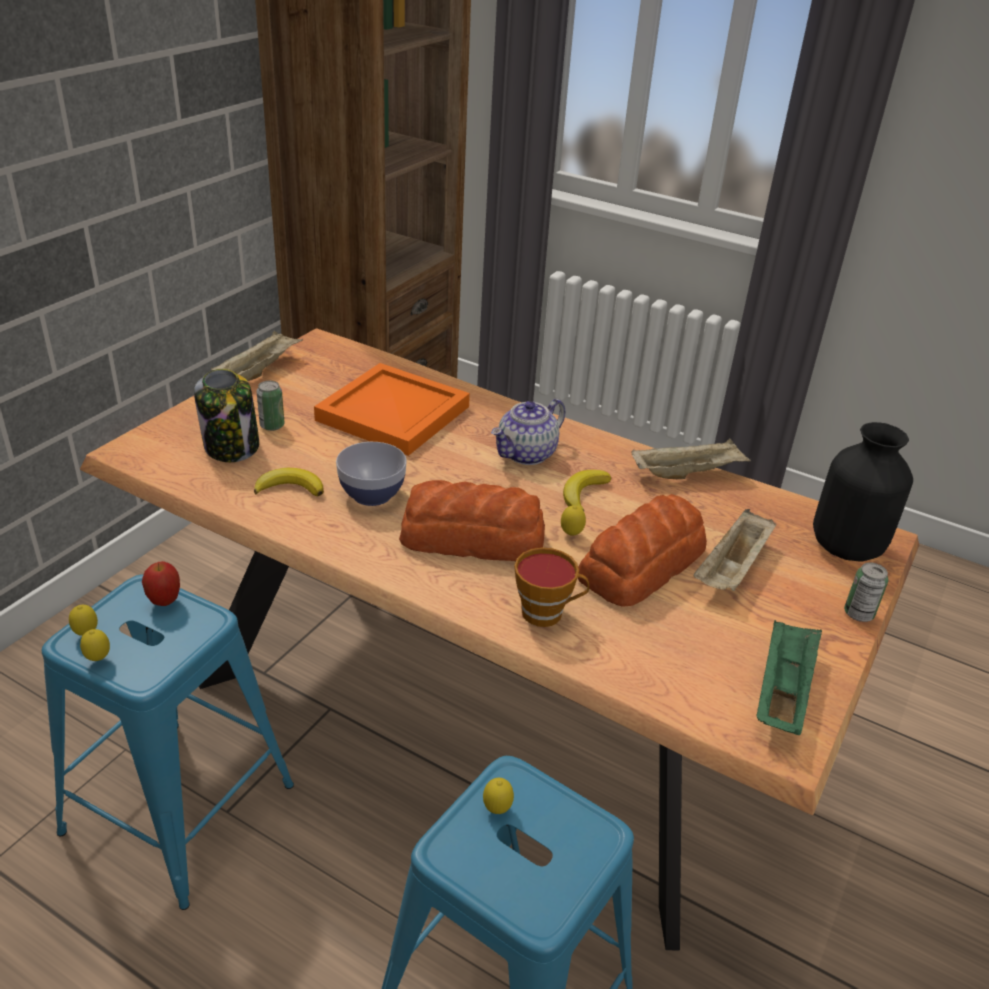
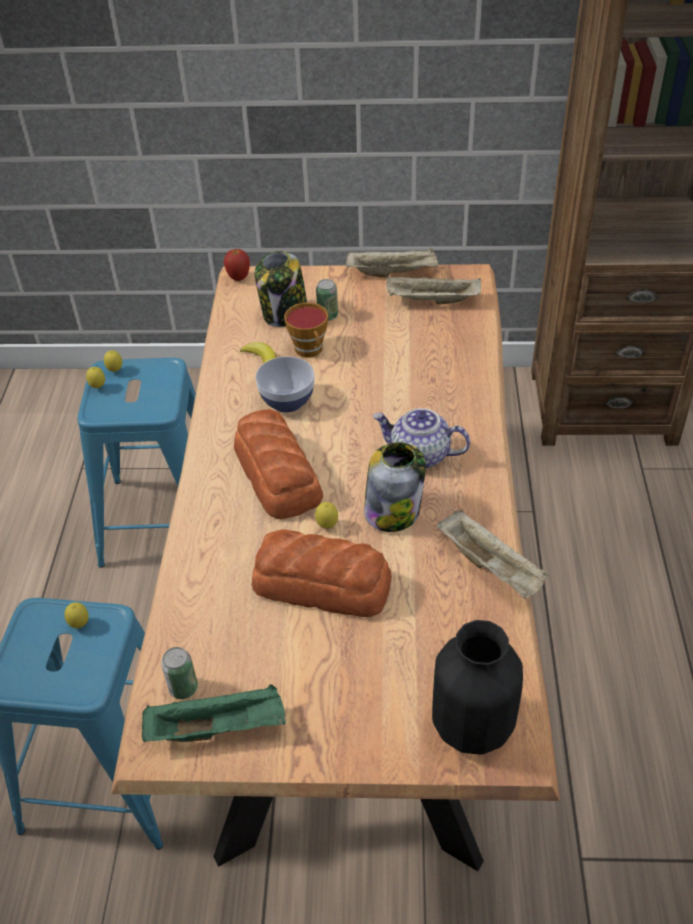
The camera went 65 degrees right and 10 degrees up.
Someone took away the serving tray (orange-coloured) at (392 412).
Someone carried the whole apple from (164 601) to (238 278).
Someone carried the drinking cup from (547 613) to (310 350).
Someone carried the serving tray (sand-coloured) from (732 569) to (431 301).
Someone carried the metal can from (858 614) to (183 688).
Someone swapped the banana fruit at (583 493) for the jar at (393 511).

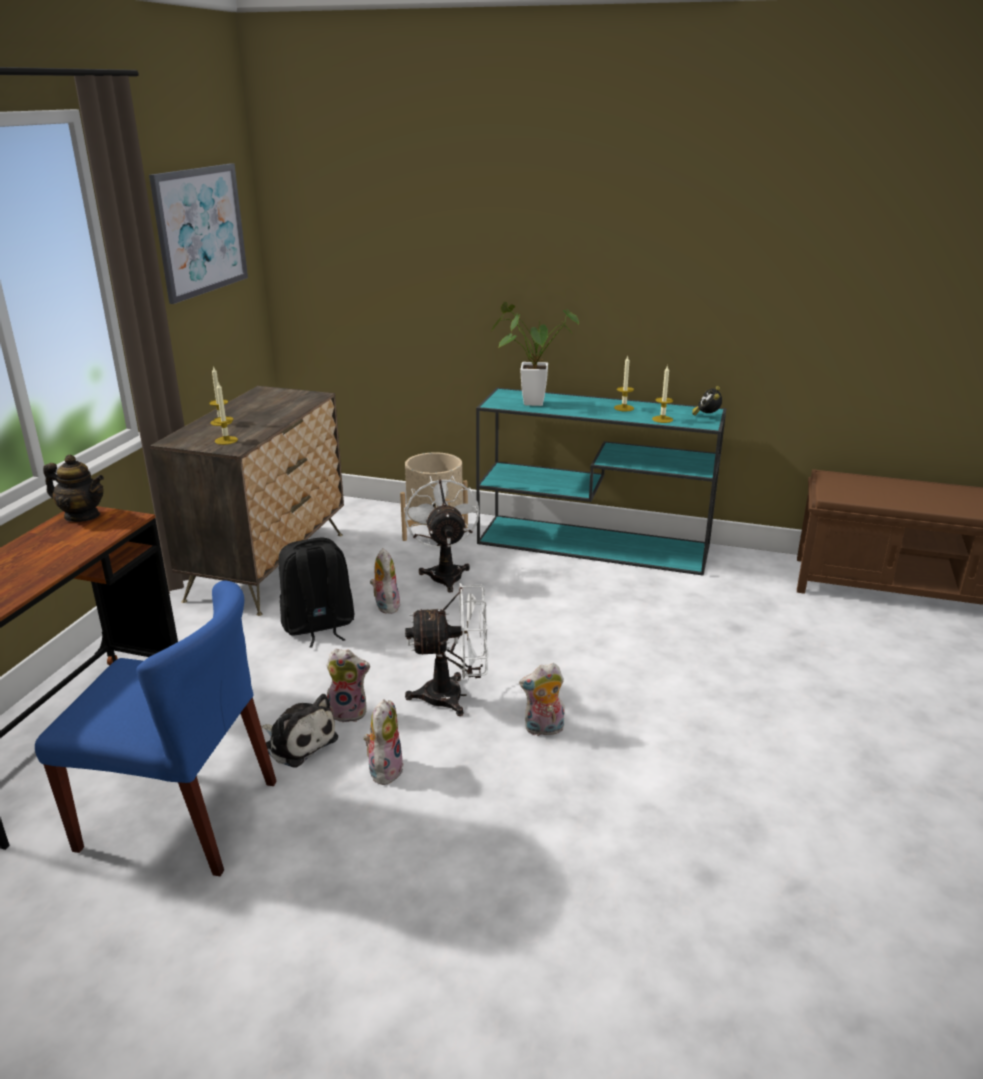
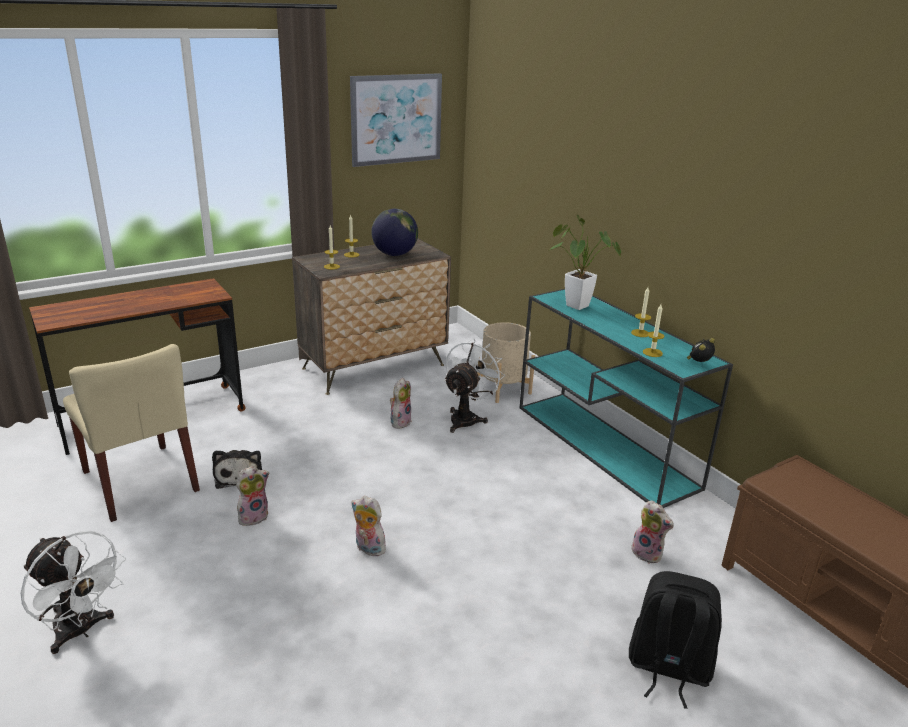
The camera went 40 degrees right and 0 degrees up.
Someone took away the tea pot at (82 516).
Someone put down the world globe at (394 254).
Someone carried the backpack (black-coloured) from (318 627) to (667 669).
Someone carried the cuddly toy from (349 712) to (648 553).
Someone carried the fan (white-coloured) from (454 696) to (81 631).
Someone repainted the plain chair (bluish) at (180 815), which became the plain chair (sand-coloured) at (140 481).

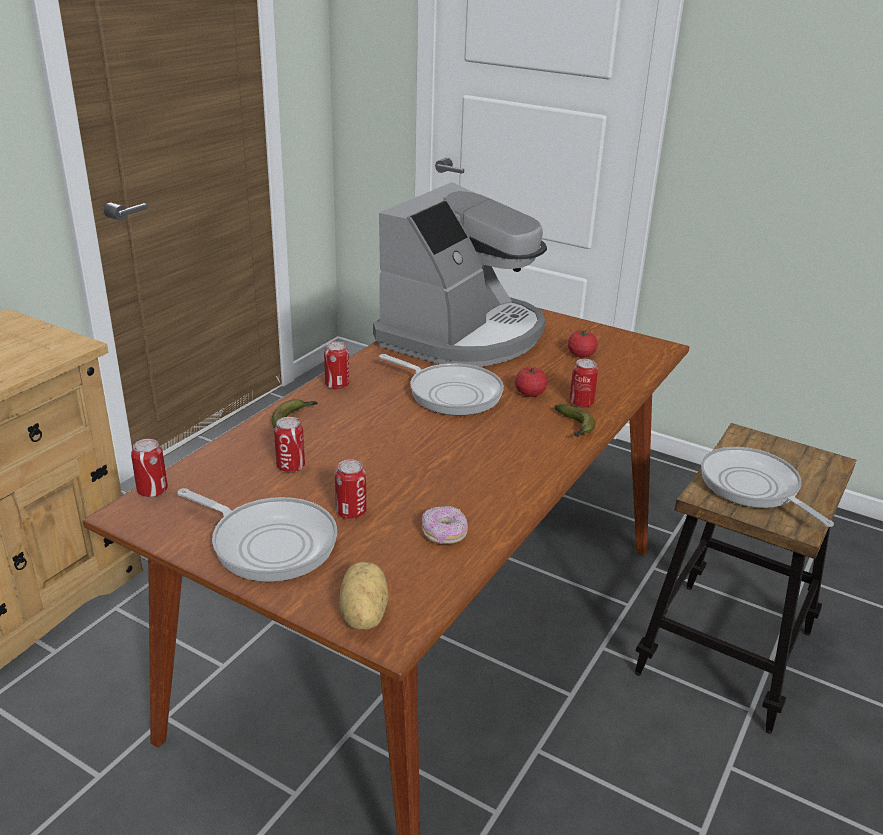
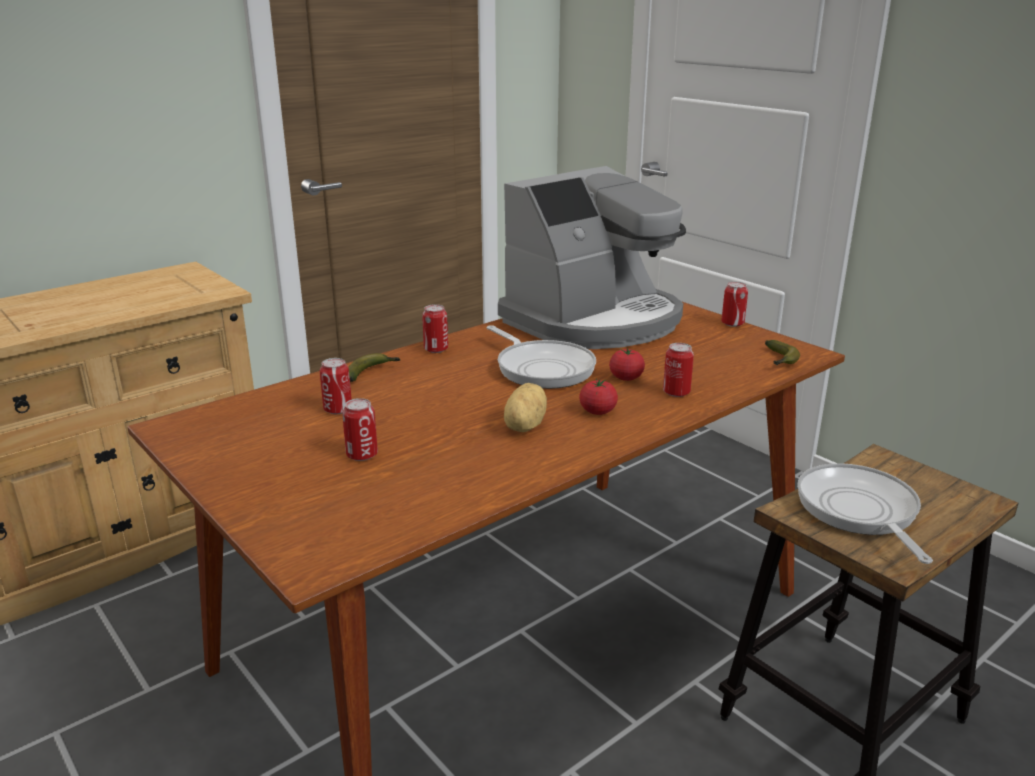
The camera went 20 degrees right and 5 degrees down.
Someone took away the pan at (269 543).
Someone took away the doughnut at (444 534).
Someone carried the metal can from (152 491) to (732 323).
Someone carried the spud from (361 615) to (523 426).
Someone carried the banana fruit from (575 427) to (780 360).
Someone carried the whole tomato from (581 355) to (597 411).

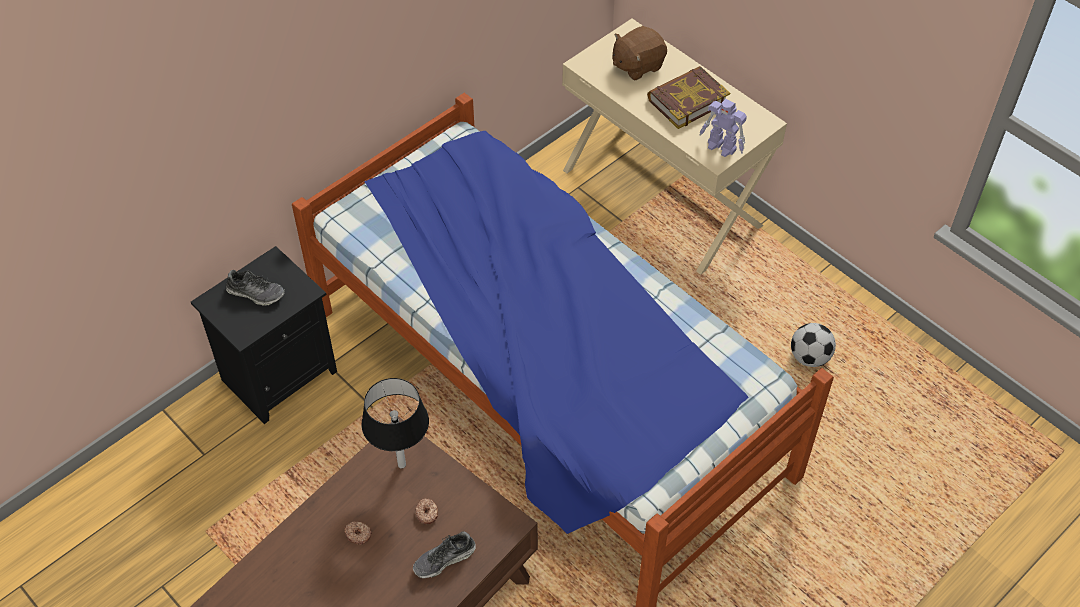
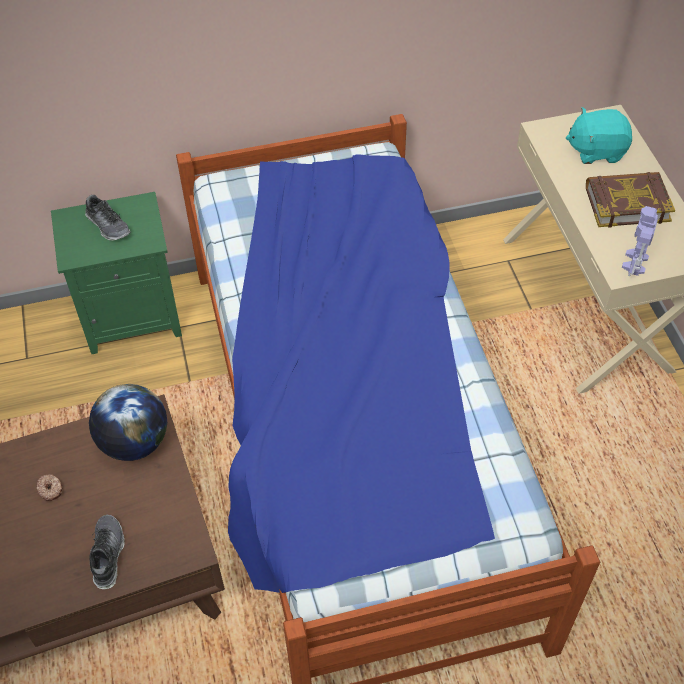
The camera went 30 degrees right and 0 degrees up.
Someone took away the doughnut at (427 513).
Someone took away the ball for football at (810 357).
Someone swapped the lamp for a table (black-coloured) at (402 465) for the world globe at (134 442).
Someone repainted the bedside table (black-coloured) at (279 373), which became the bedside table (green-coloured) at (133 316).
Someone repainted the cuddly toy (brownish) at (637 65), which became the cuddly toy (blue-green) at (596 150).
Someone rotated the shoe at (444 559) by 90 degrees clockwise.
Someone rotated the toy robot at (722 147) by 45 degrees clockwise.

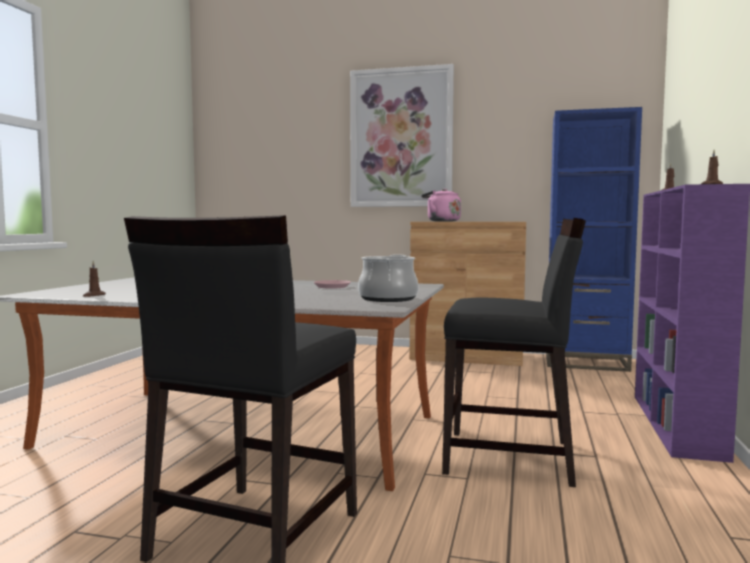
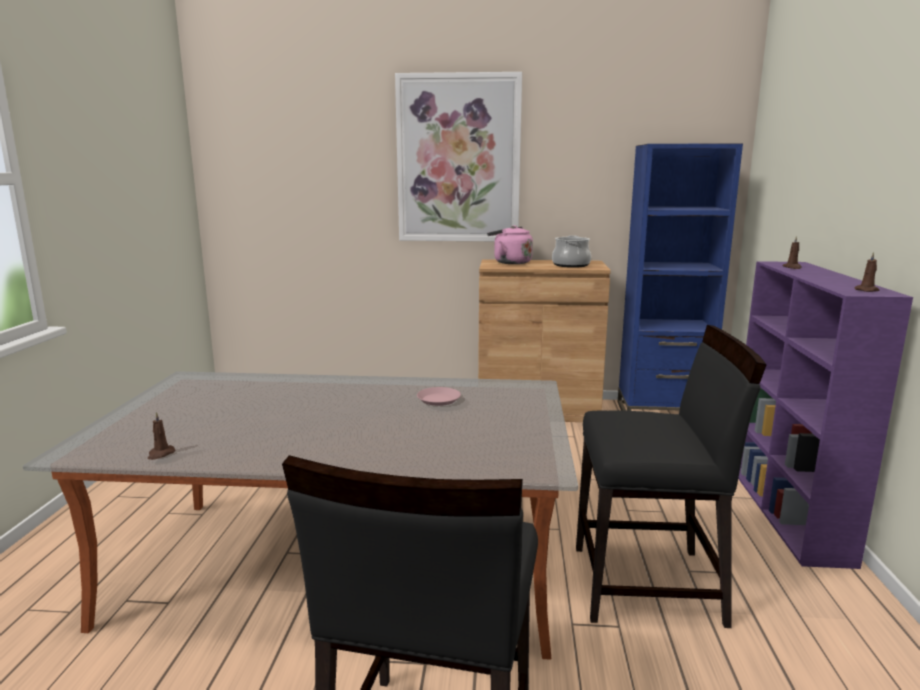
The camera went 10 degrees left and 10 degrees up.
Someone carried the stockpot from (387 299) to (570 265).

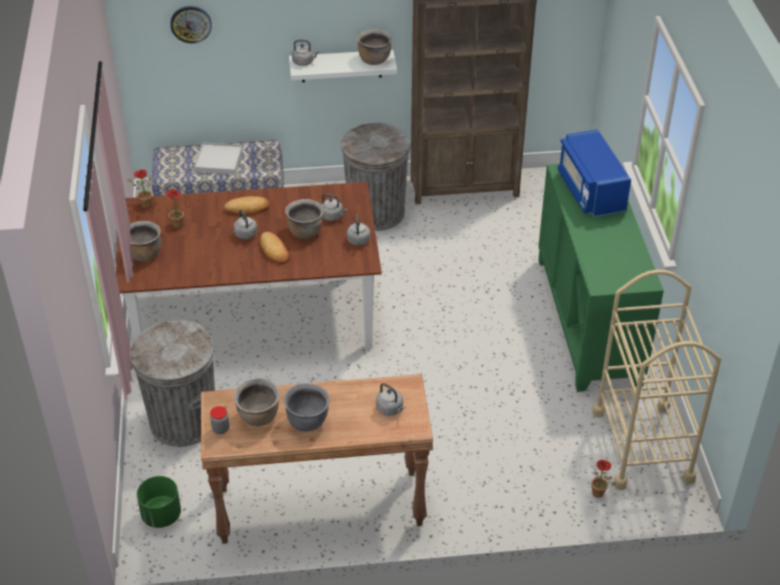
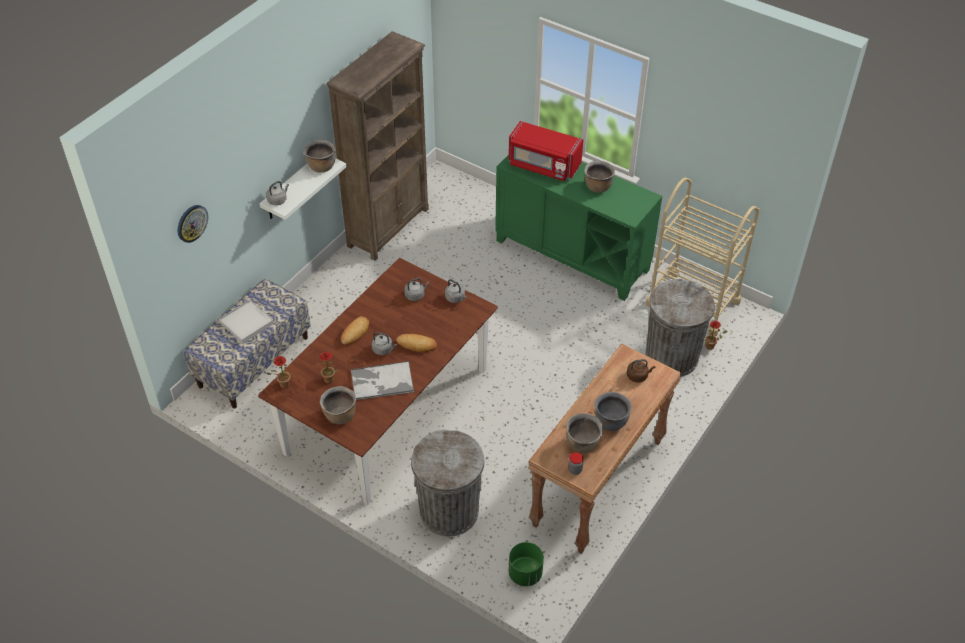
The camera went 50 degrees left and 5 degrees up.
Someone put down the serving tray at (381 381).
Someone carried the stockpot (brownish) from (305 232) to (597 187).
Someone carried the trash can (gray) from (376 212) to (671 356).
Someone repainted the water kettle (gray) at (390 409), which became the water kettle (brownish) at (638 376).
Someone repainted the microwave oven (bluish) at (590 191), which became the microwave oven (red-coloured) at (543 165).

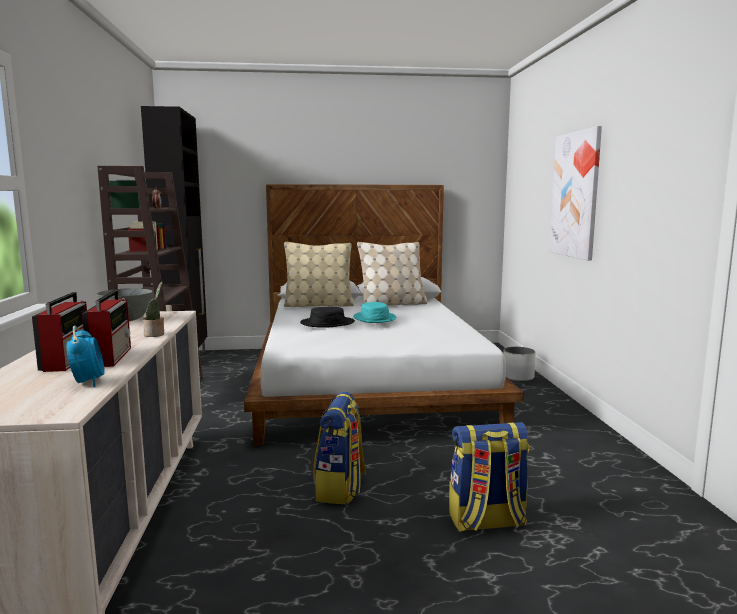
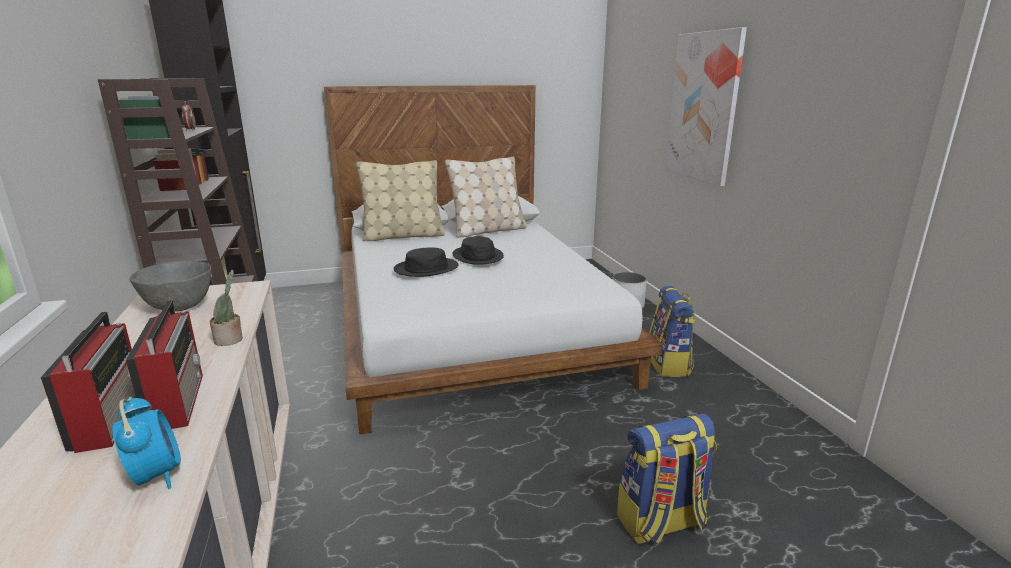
The camera went 10 degrees left and 10 degrees up.
Someone carried the backpack from (340 488) to (669 365).
Someone repainted the hat (blue-green) at (374 318), which became the hat (black-coloured) at (478 256).

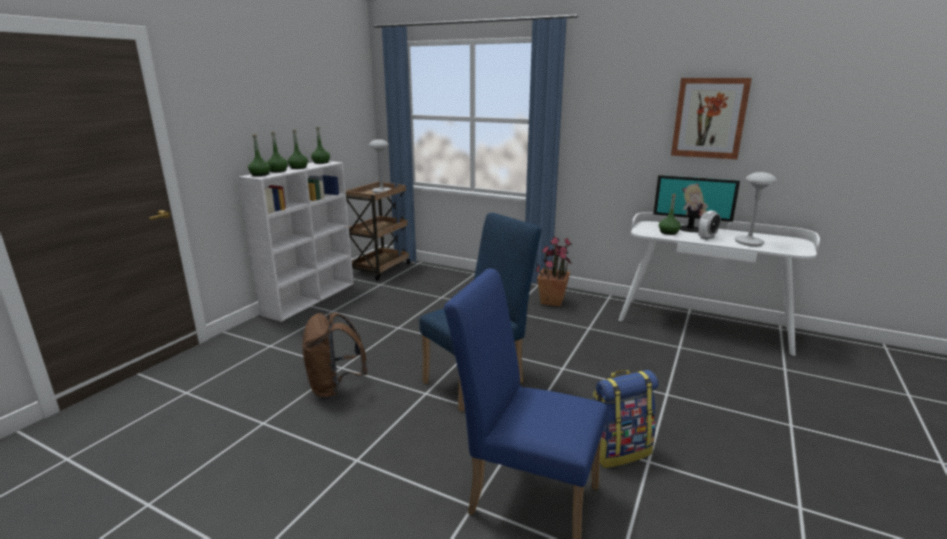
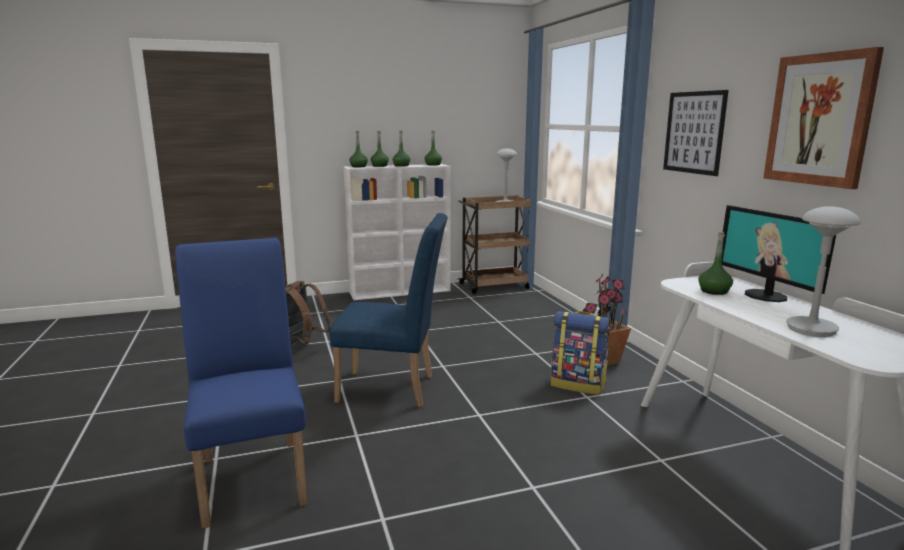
The camera went 45 degrees right and 5 degrees down.
Someone took away the bedside clock at (707 237).
Someone put up the wall art at (694 132).
Someone carried the backpack from (618 450) to (578 384).

